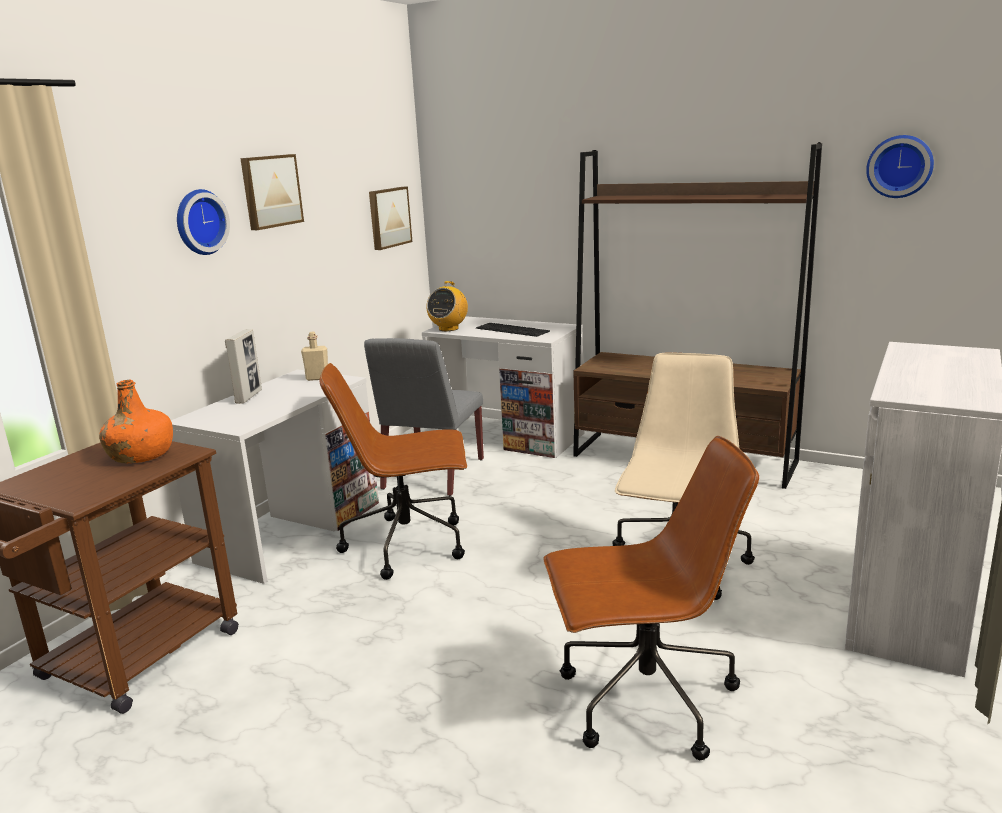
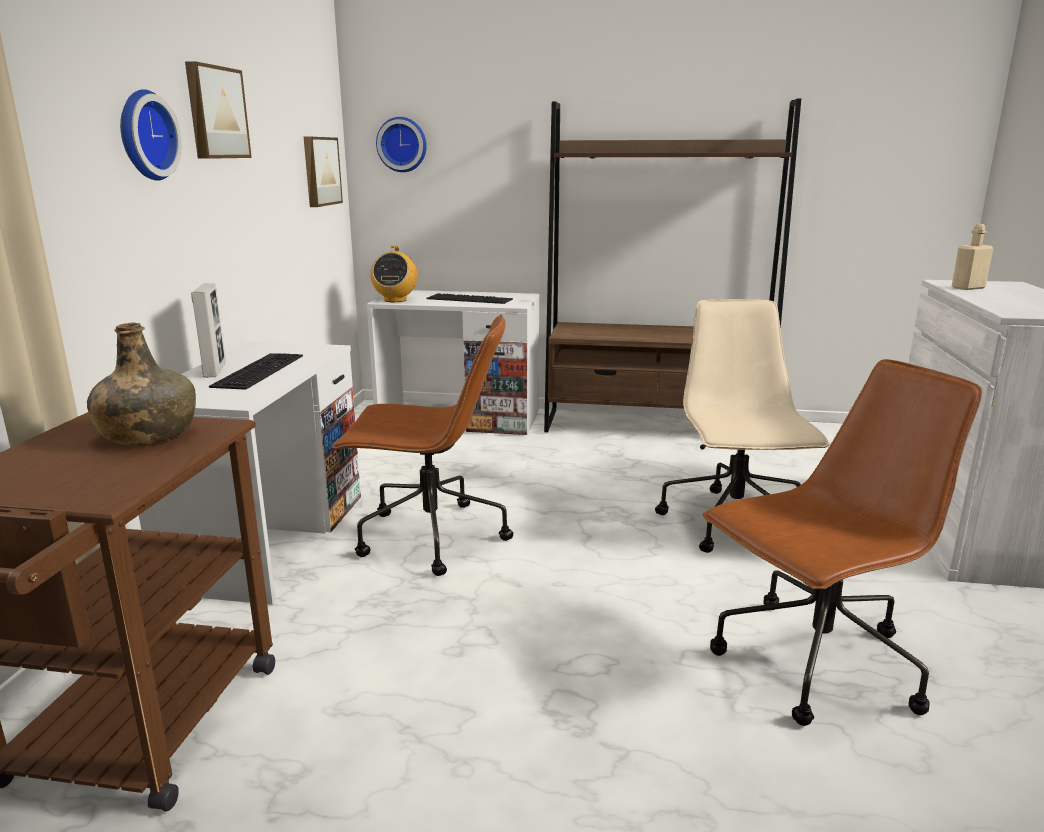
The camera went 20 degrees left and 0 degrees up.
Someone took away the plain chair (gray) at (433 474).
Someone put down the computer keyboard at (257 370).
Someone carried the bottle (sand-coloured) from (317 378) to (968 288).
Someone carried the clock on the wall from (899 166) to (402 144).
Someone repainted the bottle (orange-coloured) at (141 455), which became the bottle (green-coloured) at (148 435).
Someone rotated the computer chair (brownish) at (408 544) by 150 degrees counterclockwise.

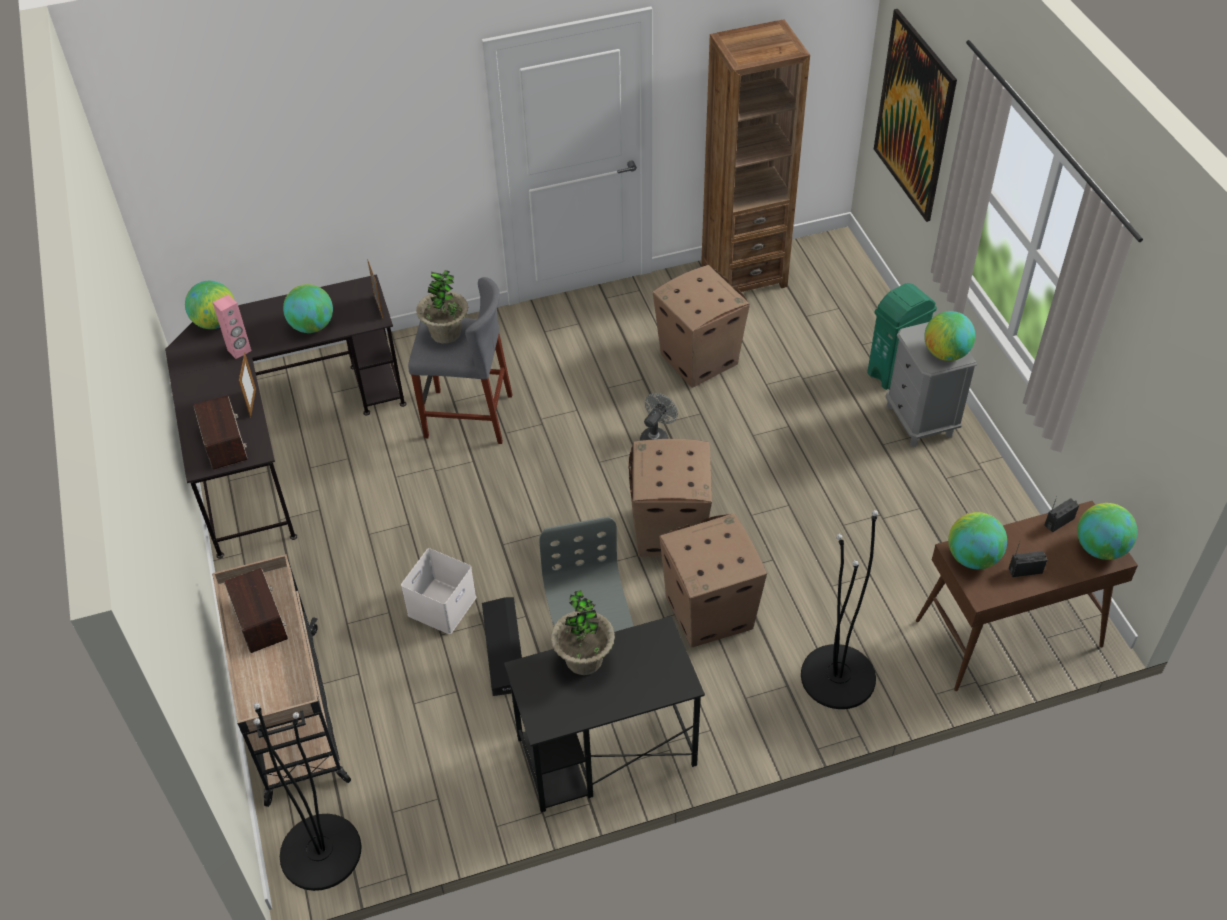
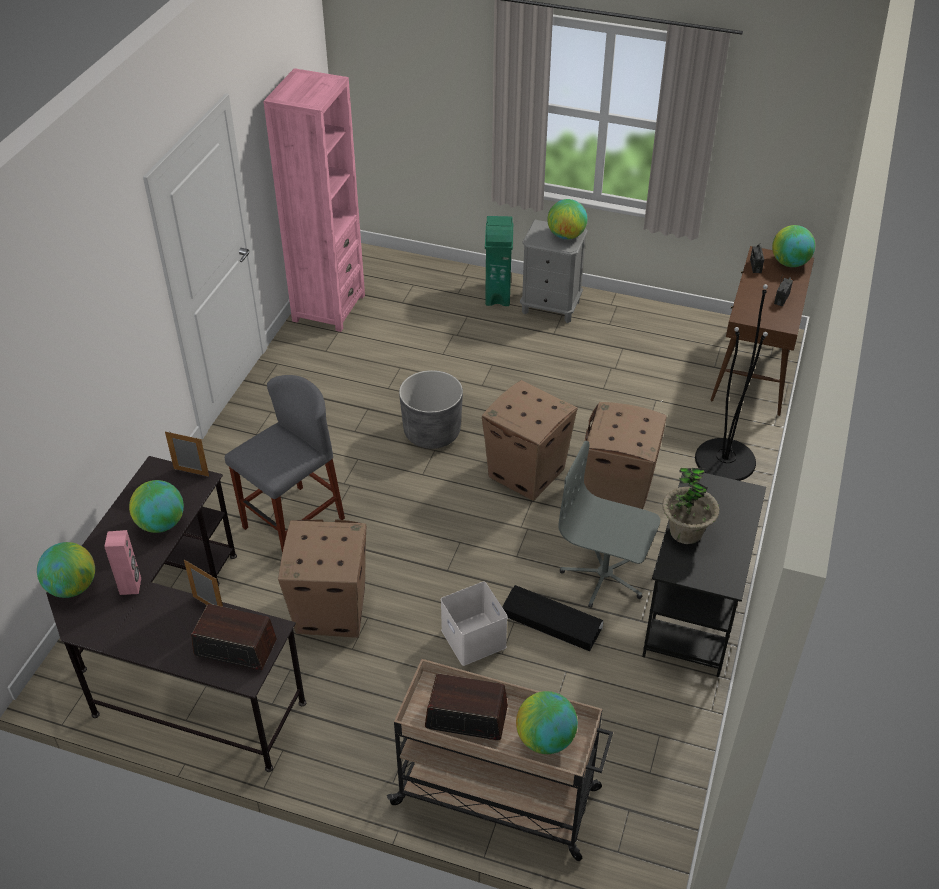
The camera went 55 degrees left and 5 degrees down.
Someone took away the floor lamp (black-coloured) at (320 852).
Someone took away the potted plant at (446 333).
Someone took away the wall art at (914 116).
Someone carried the cardboard box from (698 358) to (329 610).
Someone carried the world globe from (972 557) to (545 739).
Someone swapped the fan (gray) at (656 437) for the planter (gray) at (432 432).
Someone repainted the shelving unit (brownish) at (743 275), which became the shelving unit (pink-coloured) at (328 308).

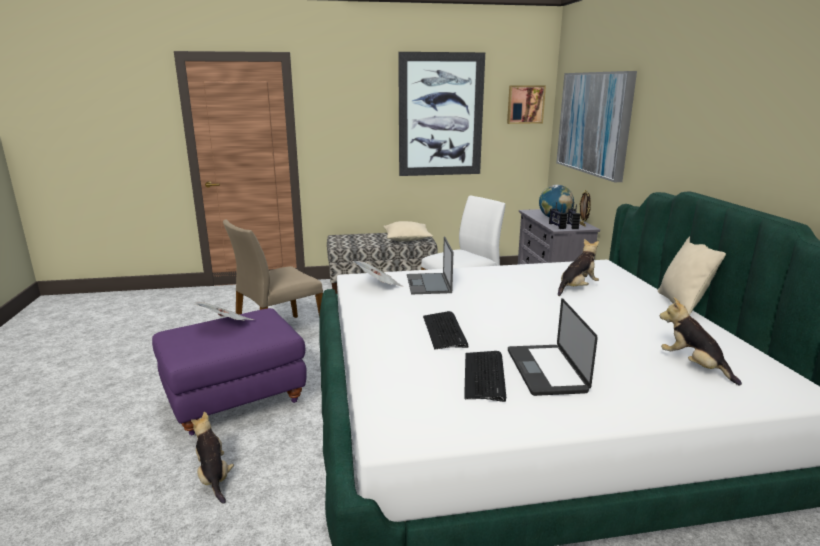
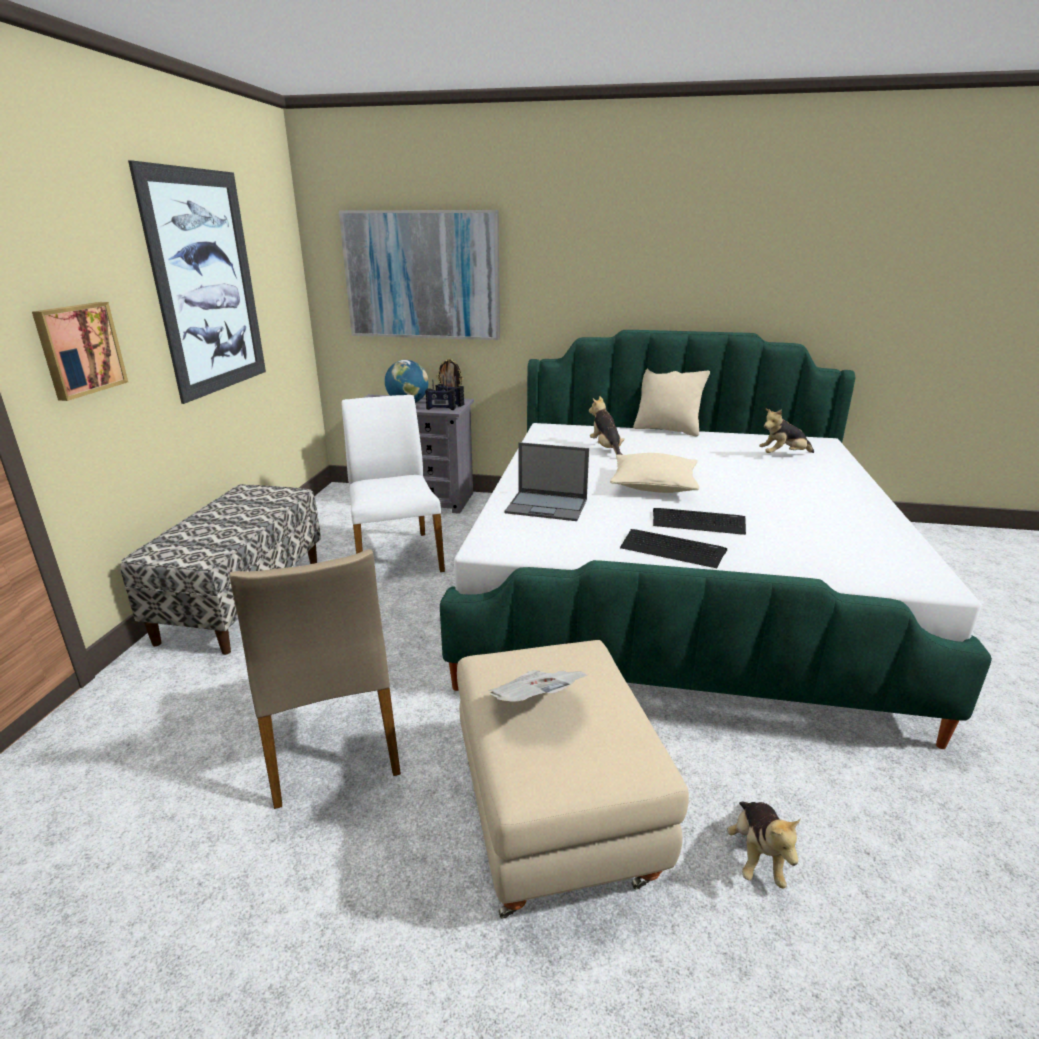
The camera went 70 degrees left and 5 degrees up.
Someone took away the newspaper at (378 286).
Someone took away the portable computer at (546 371).
Someone carried the throw pillow (sand-coloured) from (407 239) to (654 485).
Someone carried the computer keyboard from (485 376) to (672 549).
Someone carried the wall art from (525 104) to (79 349).
Someone repainted the ottoman (purple-coloured) at (235 404), which became the ottoman (sand-coloured) at (557 820).
Someone rotated the cuddly toy at (214 477) by 75 degrees counterclockwise.

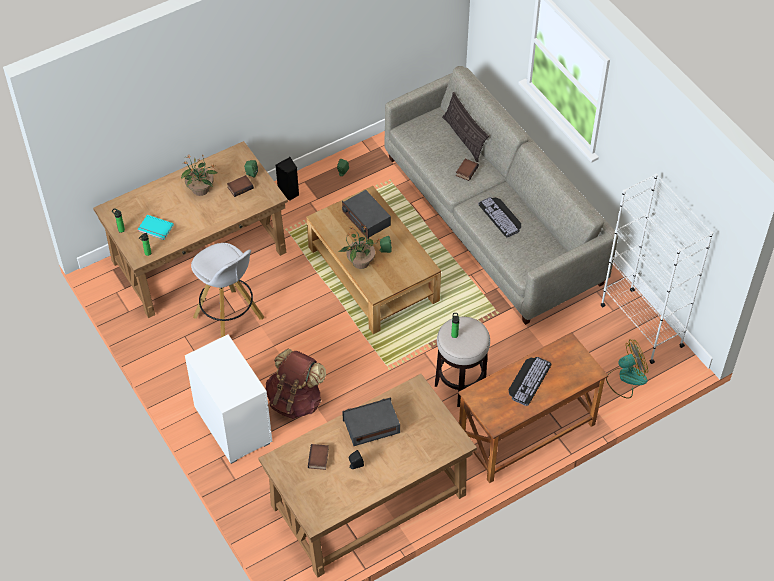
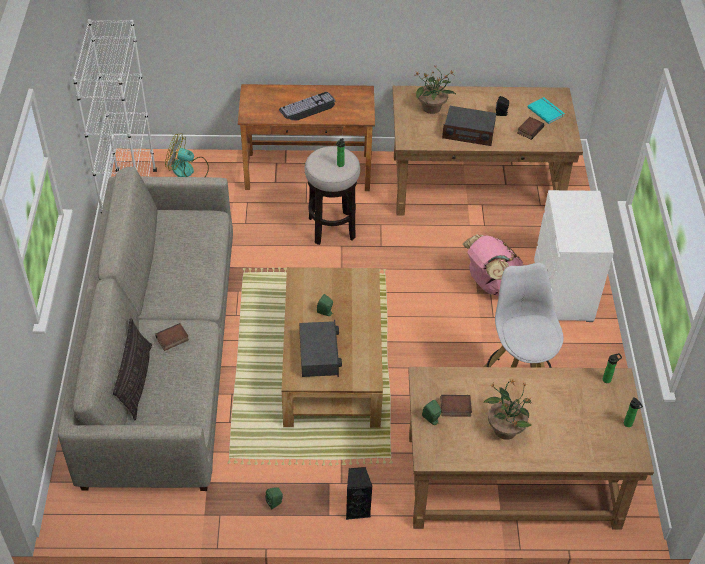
The camera went 150 degrees left and 5 degrees down.
Someone took away the computer keyboard at (501 216).
Someone carried the bound book (blue-green) from (155 229) to (546 111).
Someone carried the potted plant from (360 262) to (432 108).
Someone repainted the backpack (brownish) at (295 400), which became the backpack (pink-coloured) at (491 284).

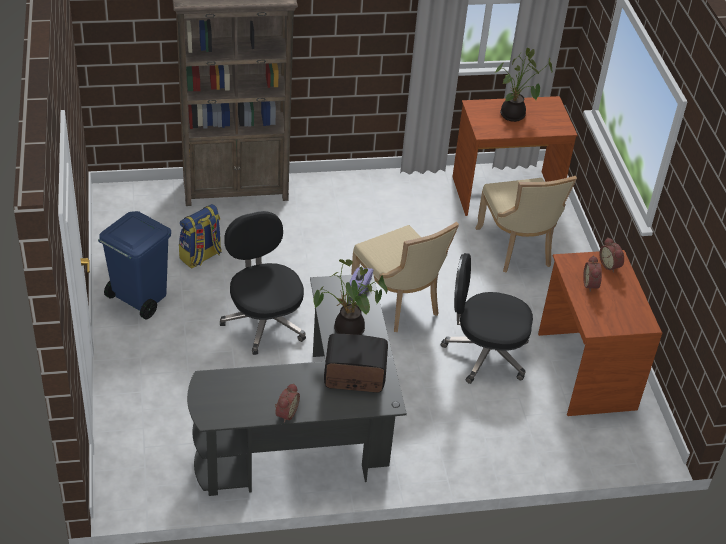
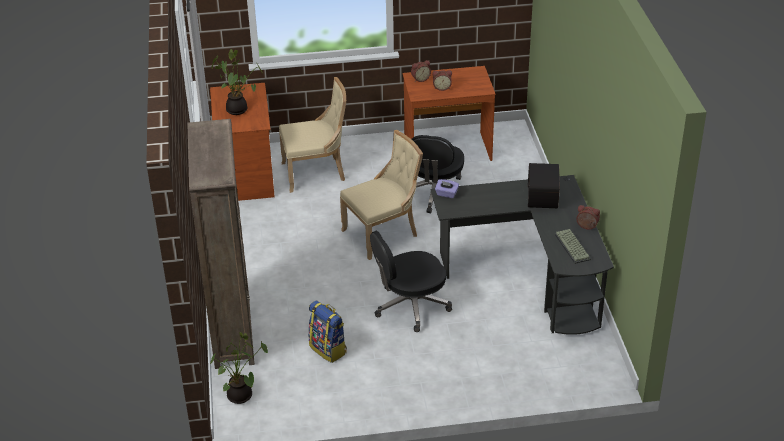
The camera went 85 degrees left and 5 degrees down.
Someone took away the trash can (bluish) at (139 299).
Someone put down the computer keyboard at (573 247).
Someone carried the potted plant from (347 331) to (241 397).

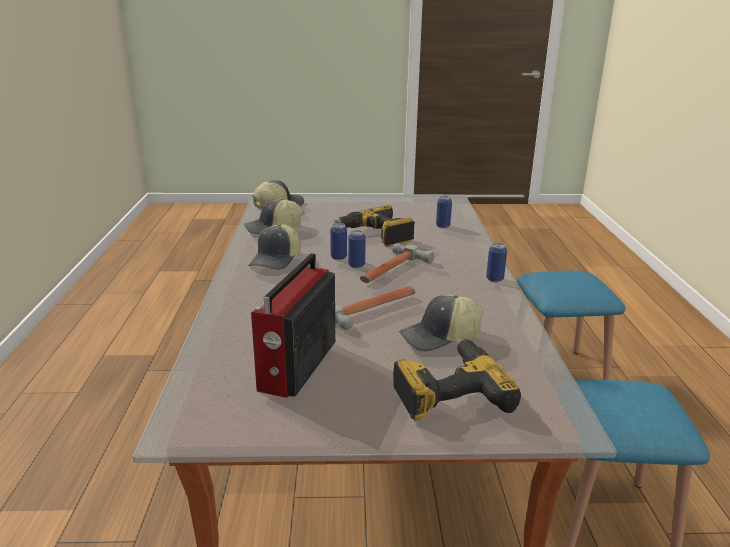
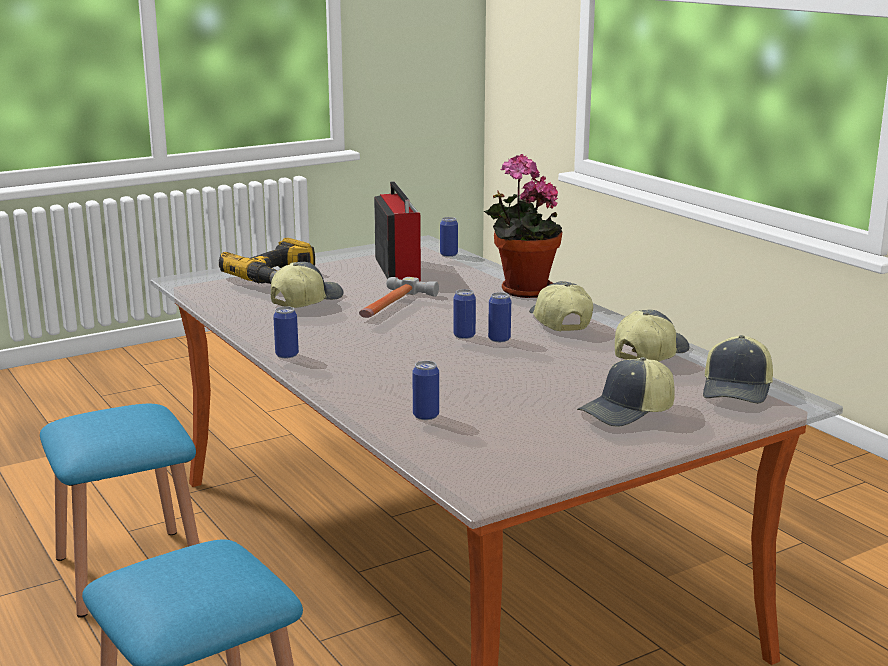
The camera went 150 degrees right and 5 degrees down.
Someone took away the electric drill at (376 235).
Someone took away the hand hammer at (391 270).
Someone put down the metal can at (448 255).
Someone put down the potted plant at (522 291).
Someone put down the peaked cap at (628 413).

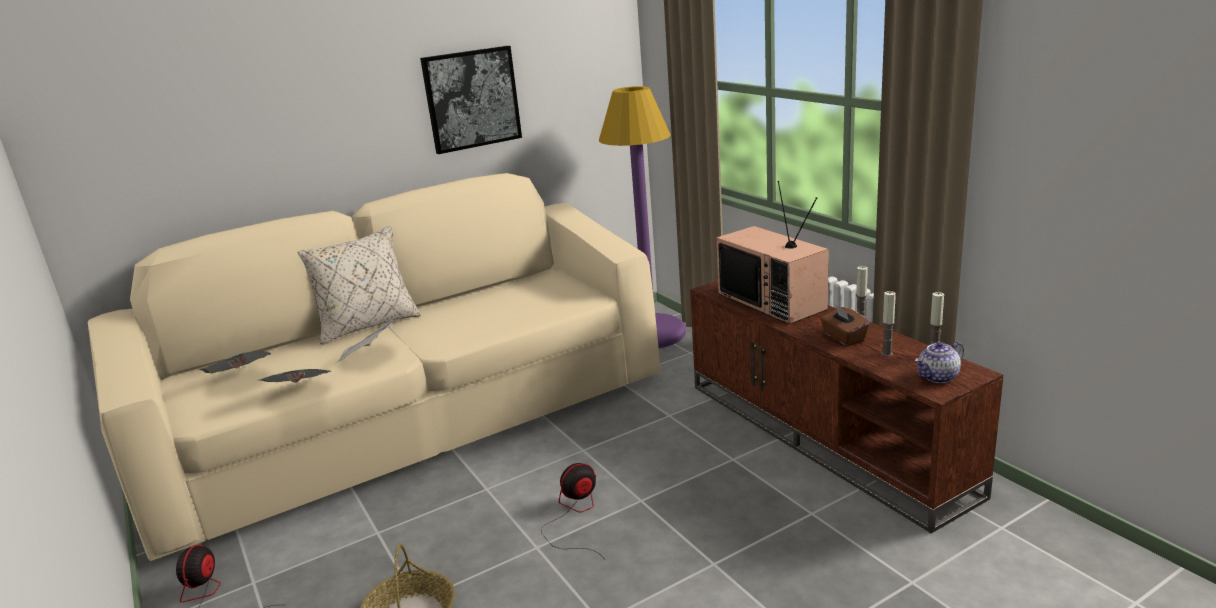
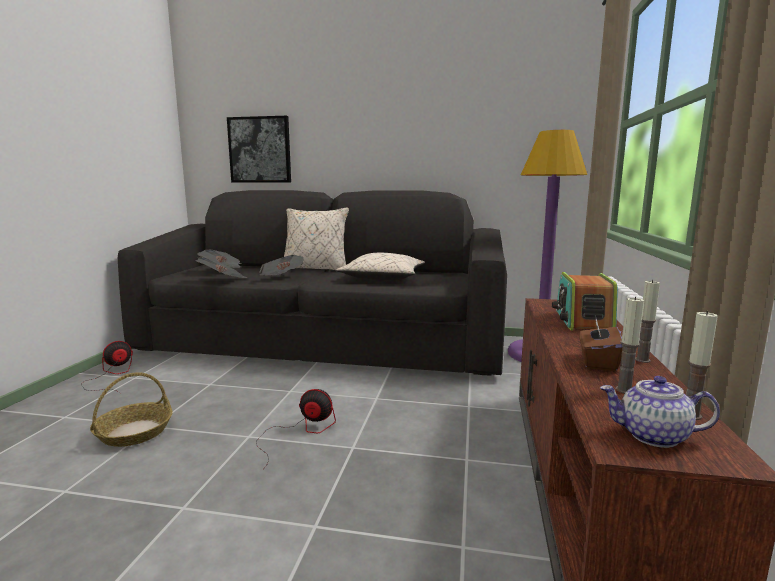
The camera went 40 degrees right and 10 degrees down.
Someone put down the throw pillow (sand-coloured) at (382 278).
Someone carried the wall art from (472 99) to (260 150).
Someone swapped the TV set at (774 301) for the radio at (582 321).
Someone repainted the sofa (sand-coloured) at (414 423), which became the sofa (black-coloured) at (322 345).

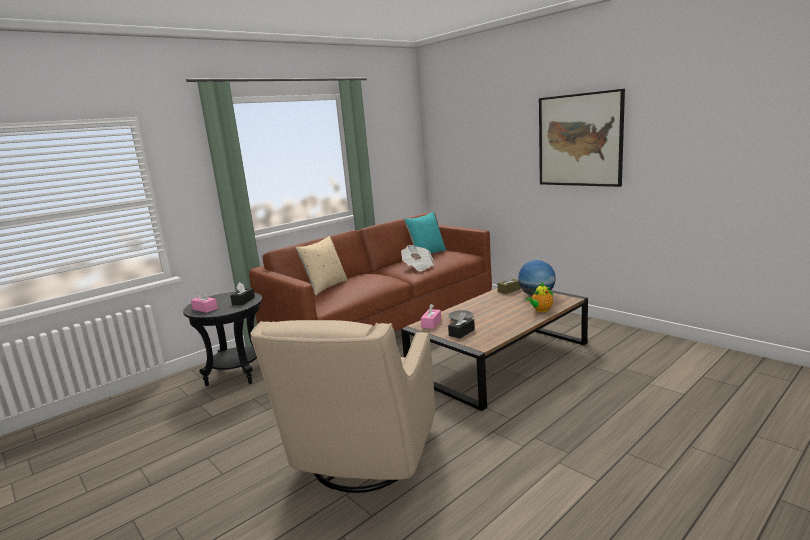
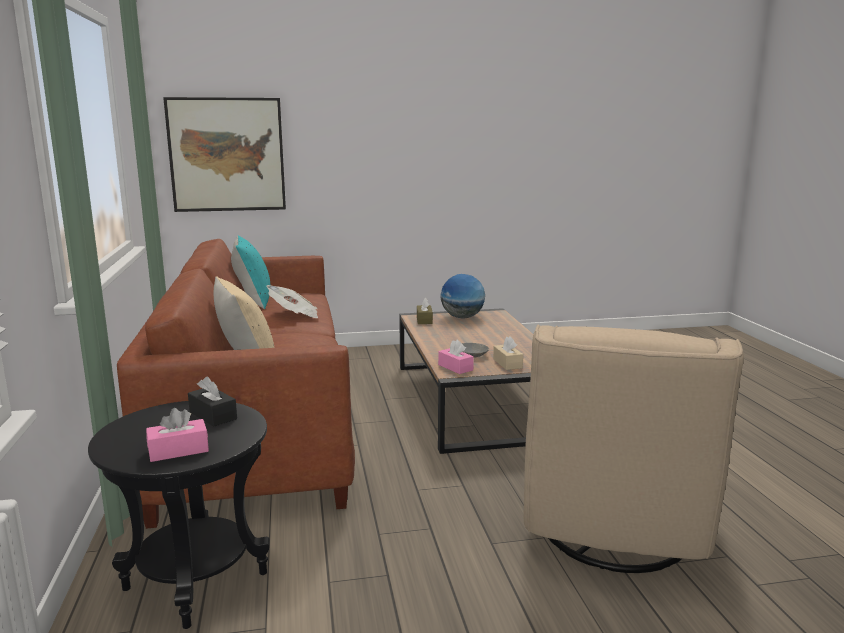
The camera went 60 degrees left and 0 degrees up.
Someone took away the tea pot at (541 310).
Someone carried the wall art from (579 140) to (227 155).
Someone repainted the tissue holder (black-coloured) at (461 332), which became the tissue holder (sand-coloured) at (507 363).
Someone rotated the easy chair (sand-coloured) at (362 461) by 60 degrees clockwise.

